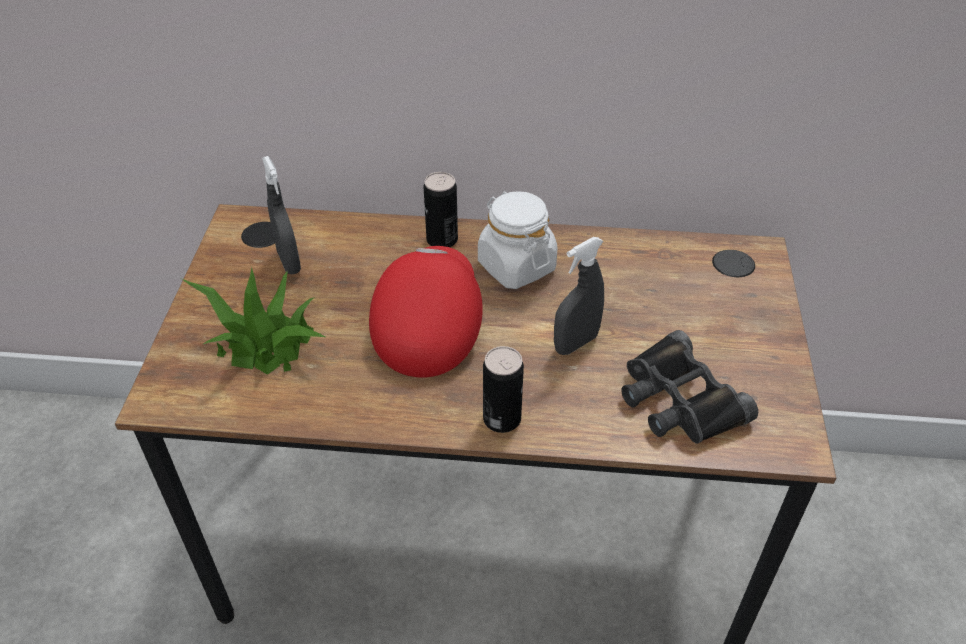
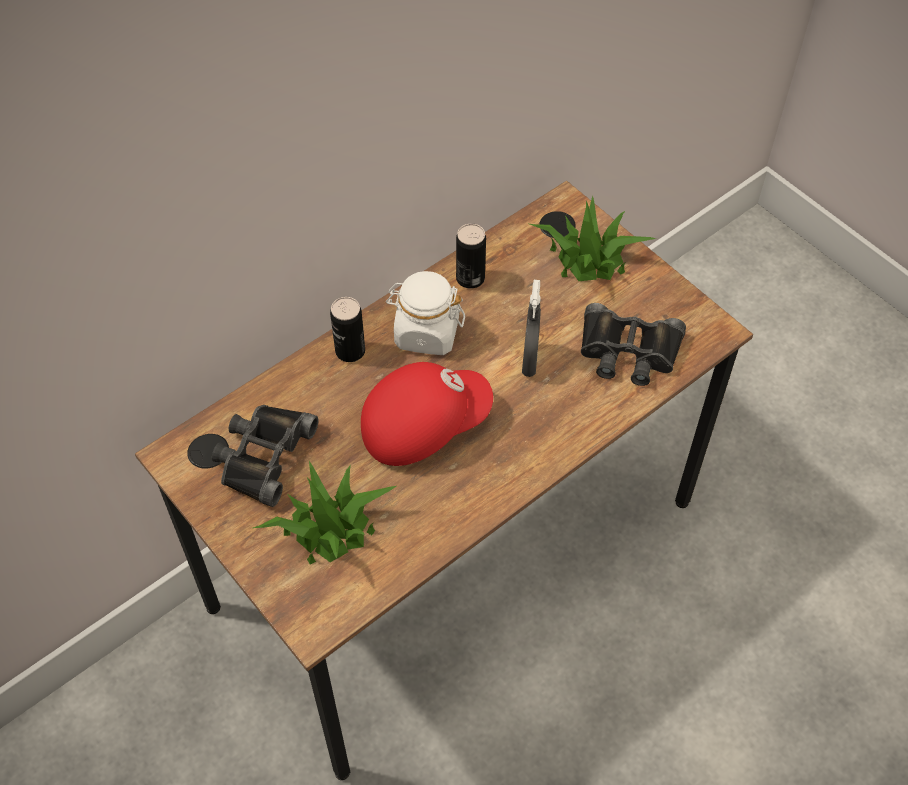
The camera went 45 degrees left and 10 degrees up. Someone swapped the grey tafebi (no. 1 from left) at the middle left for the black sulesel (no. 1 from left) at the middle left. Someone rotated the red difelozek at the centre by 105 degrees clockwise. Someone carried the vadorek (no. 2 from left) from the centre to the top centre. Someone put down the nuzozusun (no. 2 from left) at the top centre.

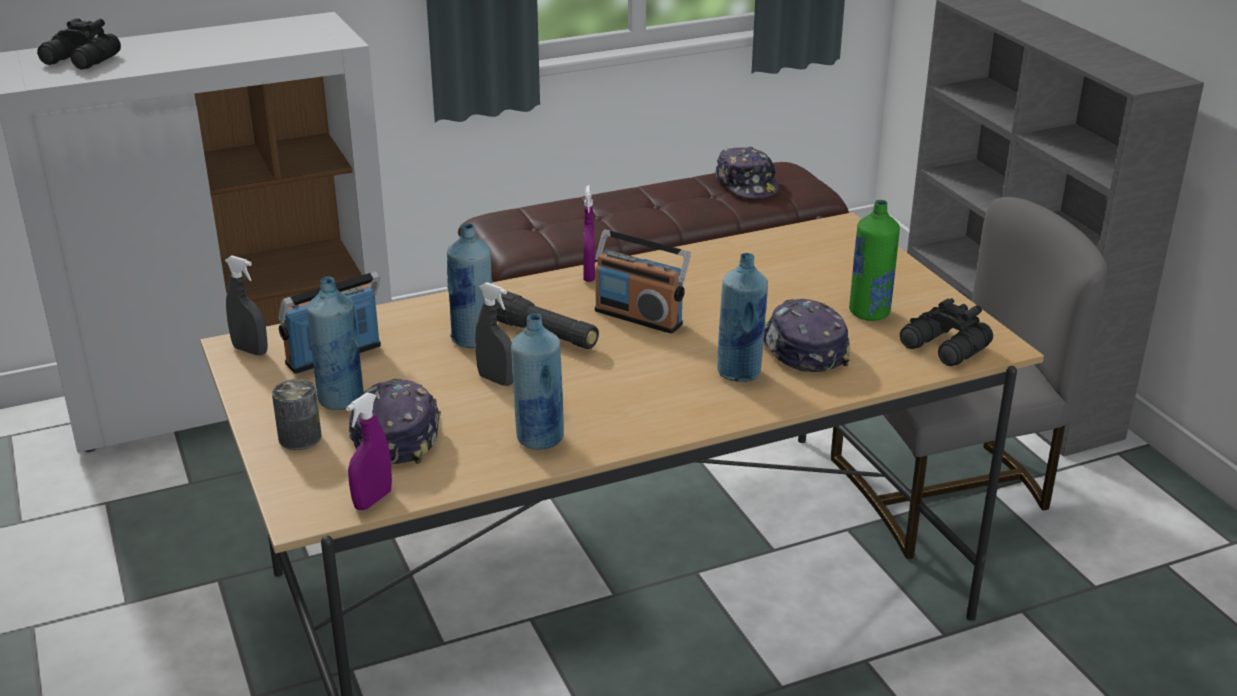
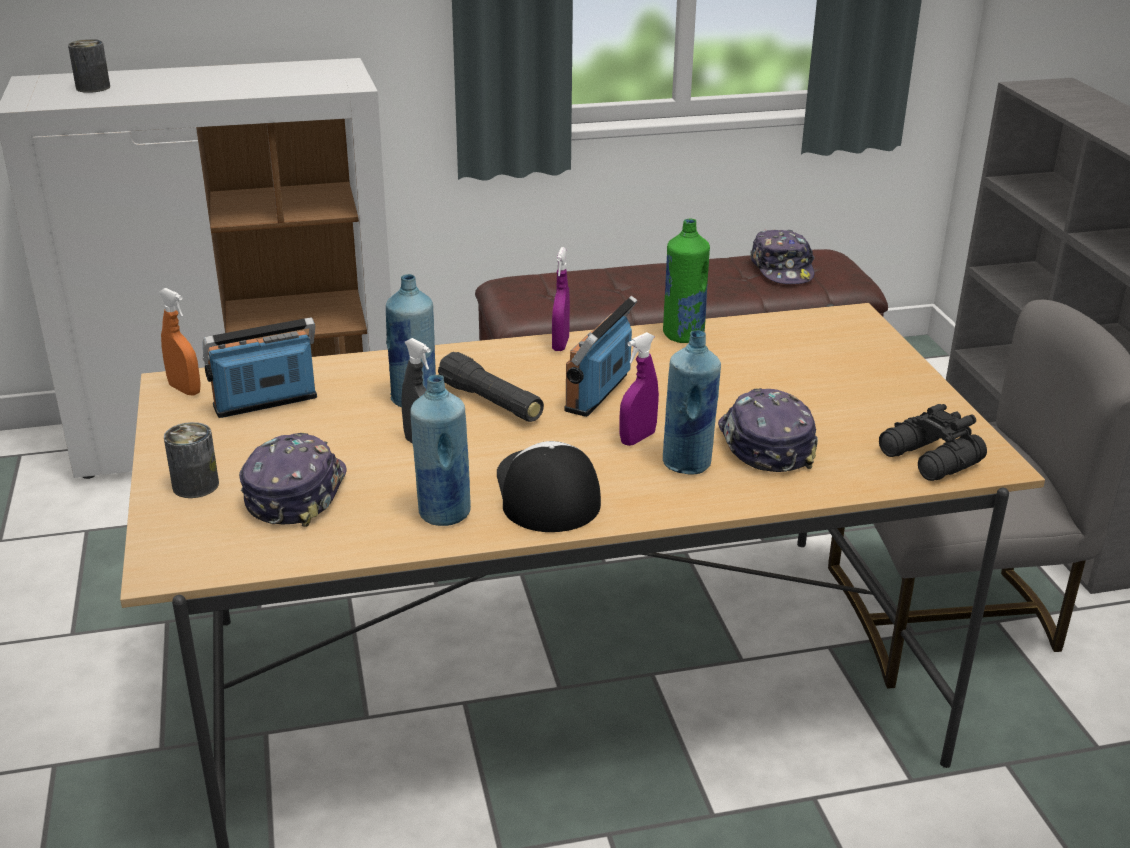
The camera went 10 degrees right and 0 degrees up. Someone swapped the black sulesel (no. 1 from left) at the top left for the vadorek (no. 1 from left) at the top left. Someone carried the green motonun from the middle right to the top centre. Someone rotated the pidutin (no. 2 from left) at the centre by 75 degrees clockwise. Someone repainted the grey tafebi (no. 1 from left) at the middle left, which became the orange tafebi at the middle left. Someone took away the blue motonun (no. 1 from left) at the middle left. Someone carried the purple tafebi (no. 1 from left in the first image) from the middle left to the centre. Someone put down the difelozek (no. 2 from left) at the centre.

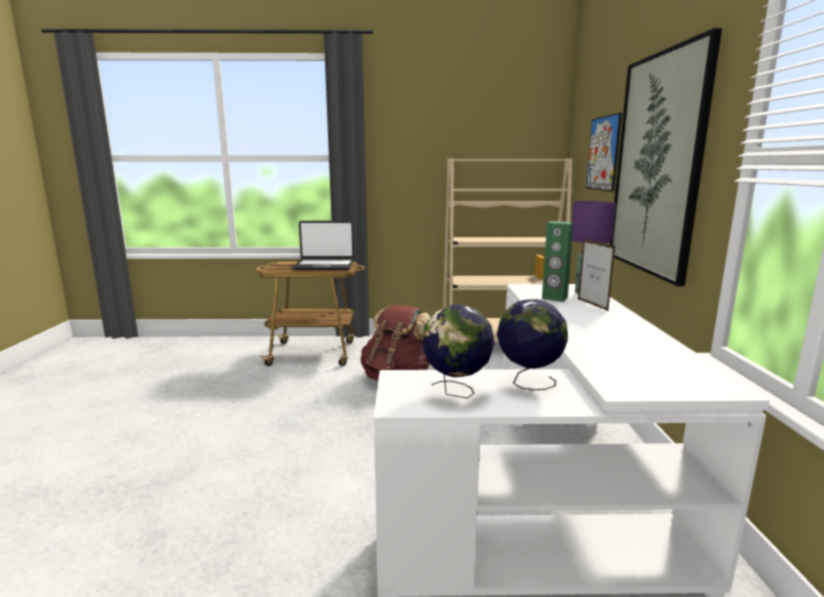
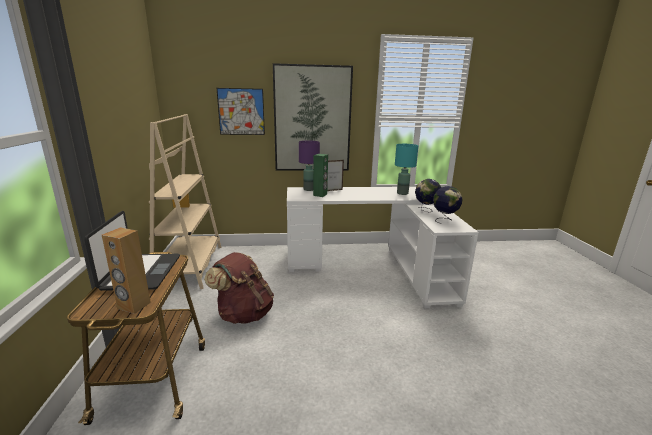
The camera went 95 degrees left and 5 degrees up. Someone put down the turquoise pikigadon at the centre. Someone put down the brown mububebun at the middle left.

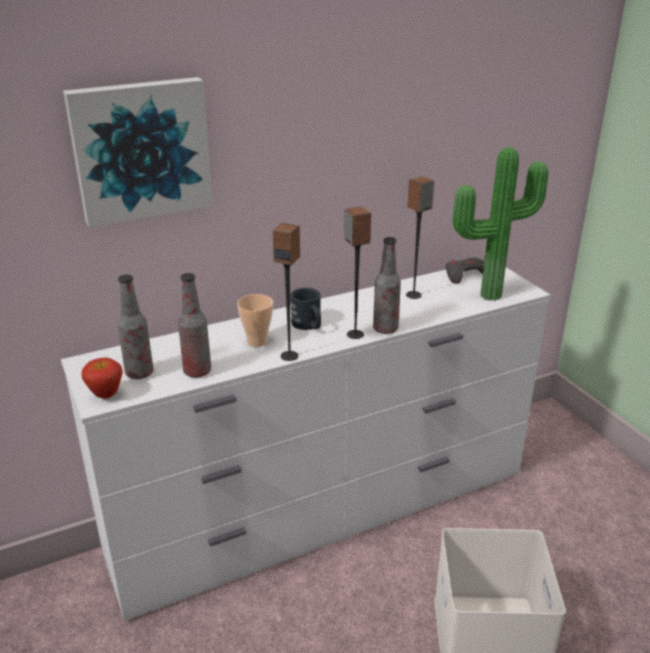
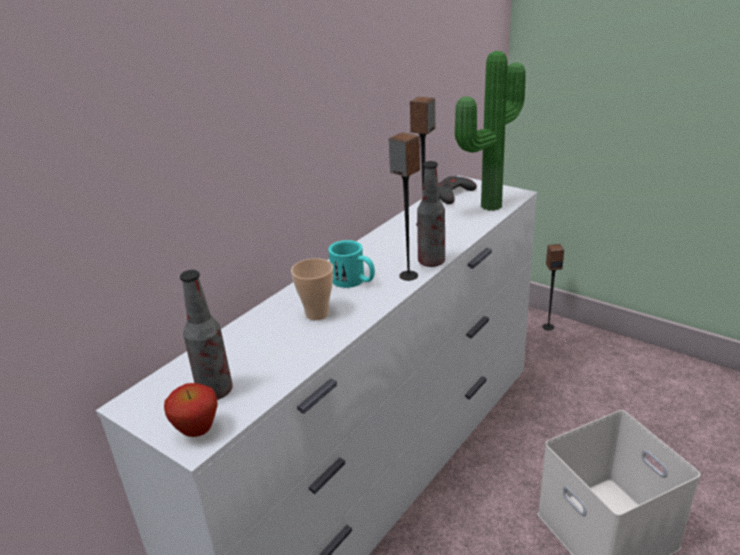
The camera went 25 degrees left and 0 degrees up. Someone took away the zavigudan at the top left. Someone carried the mububebun (no. 1 from left in the first image) from the centre to the middle right. Someone took away the motonun (no. 2 from left) at the middle left. Someone repainted the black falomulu at the centre, which became the turquoise falomulu at the centre.

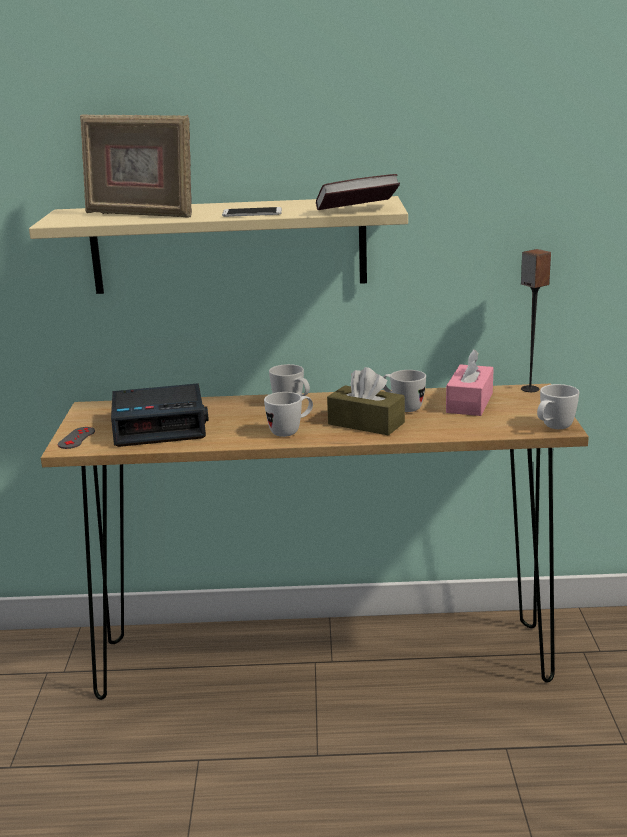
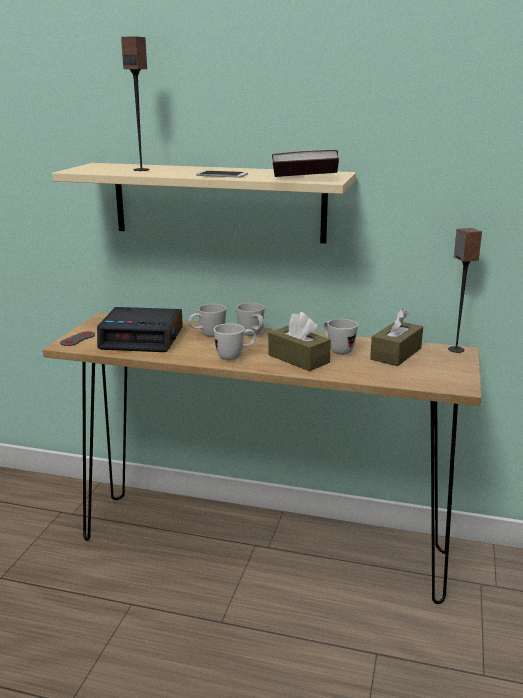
The camera went 15 degrees right and 0 degrees up. Someone swapped the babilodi at the top left for the mububebun (no. 1 from left) at the top left. Someone repainted the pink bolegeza at the middle right, which became the brown bolegeza (no. 2 from left) at the middle right. Someone carried the white falomulu (no. 4 from left in the first image) from the middle right to the centre.

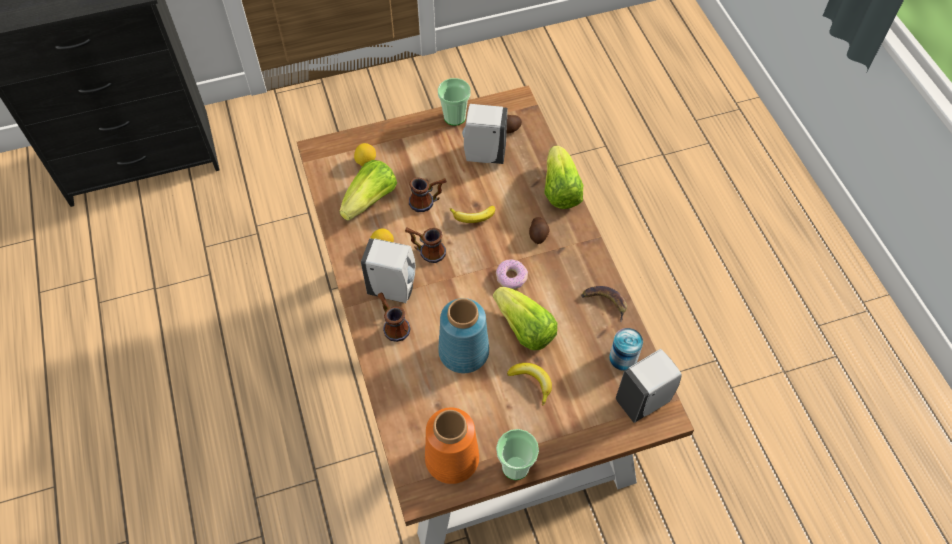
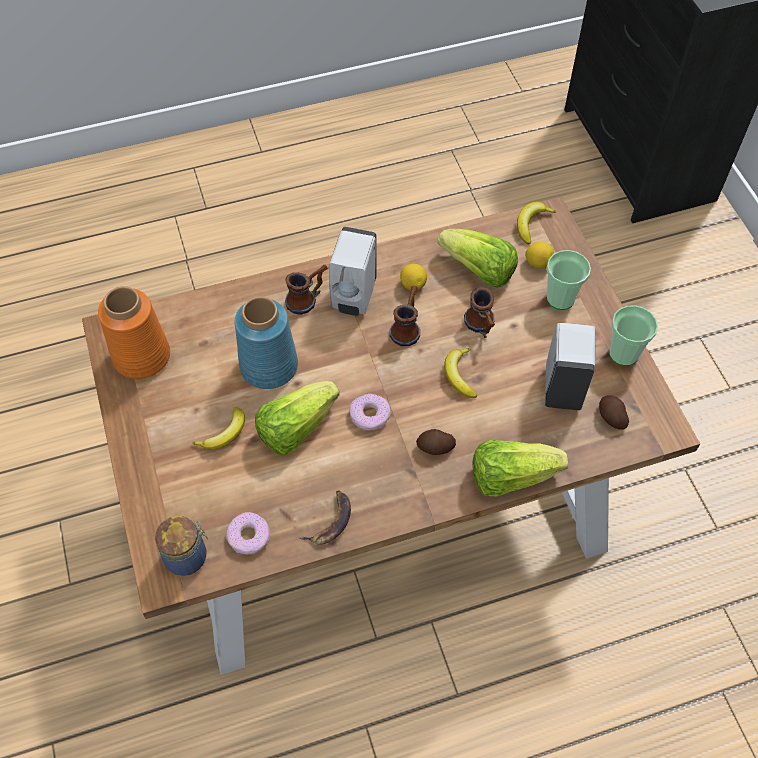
The camera went 90 degrees right and 0 degrees up. Someone swapped the vadorek at the centre for the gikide (no. 1 from left) at the bottom left. Someone swapped the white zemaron (no. 3 from left) at the bottom right for the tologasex at the bottom left. Someone carried the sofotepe (no. 2 from left in the first image) from the bottom centre to the middle right. Someone put down the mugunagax (no. 4 from left) at the top right.

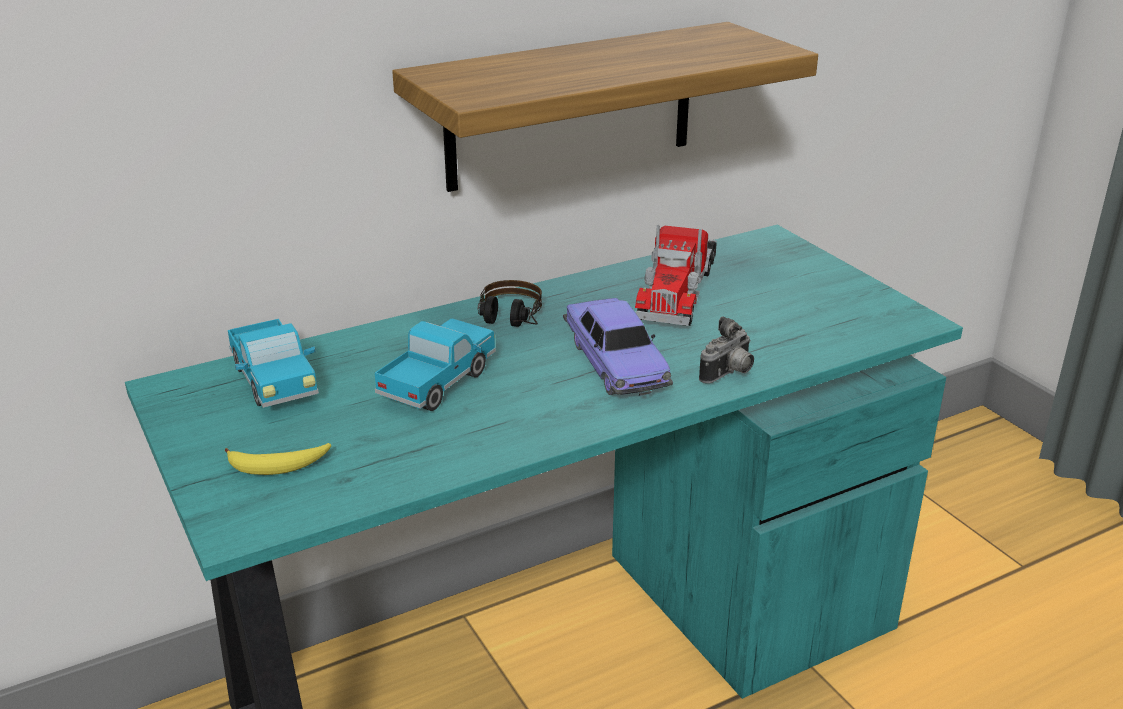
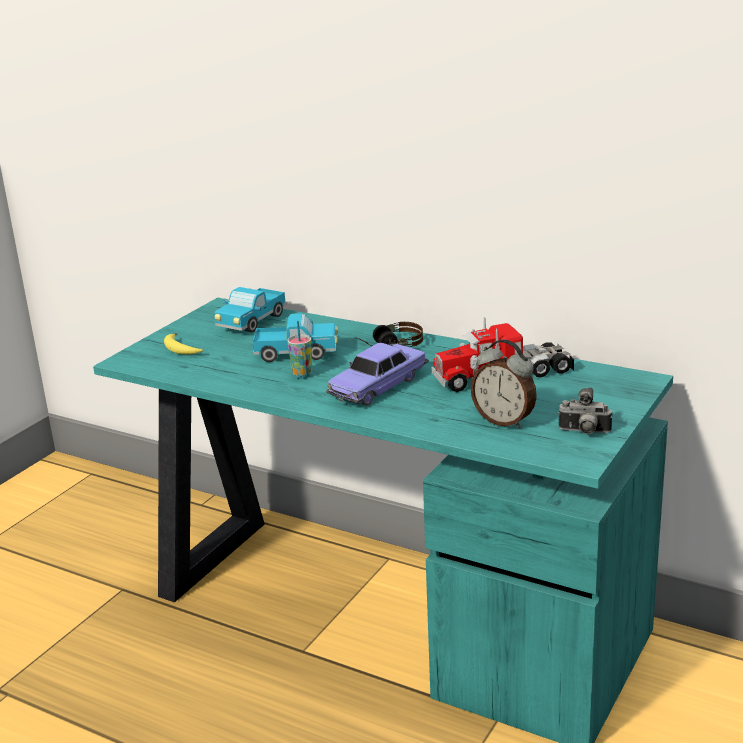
The camera went 60 degrees right and 5 degrees down. Someone took away the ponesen at the top centre. Someone carried the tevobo from the centre to the middle right. Someone put down the sofotepe at the centre. Someone put down the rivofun at the middle right.

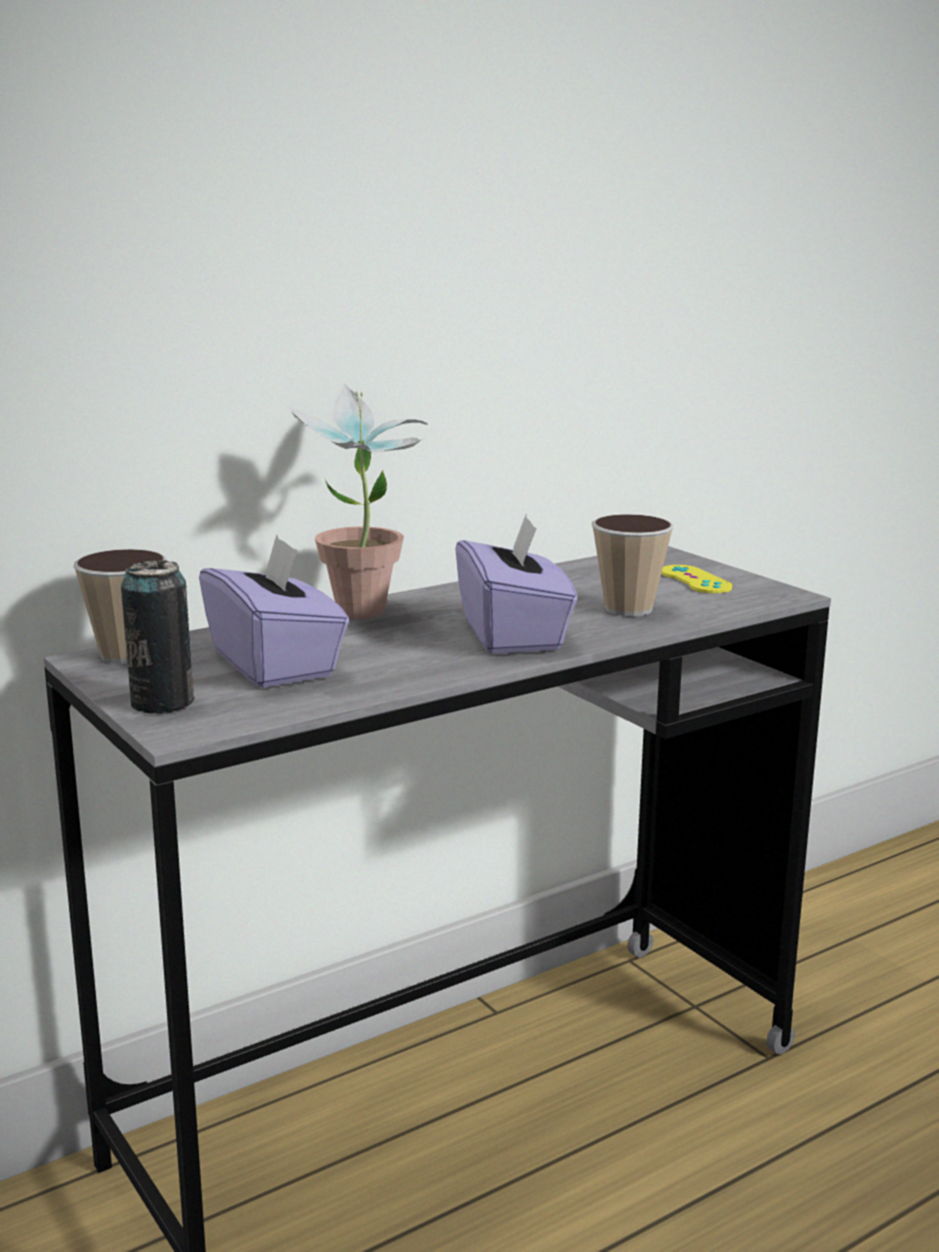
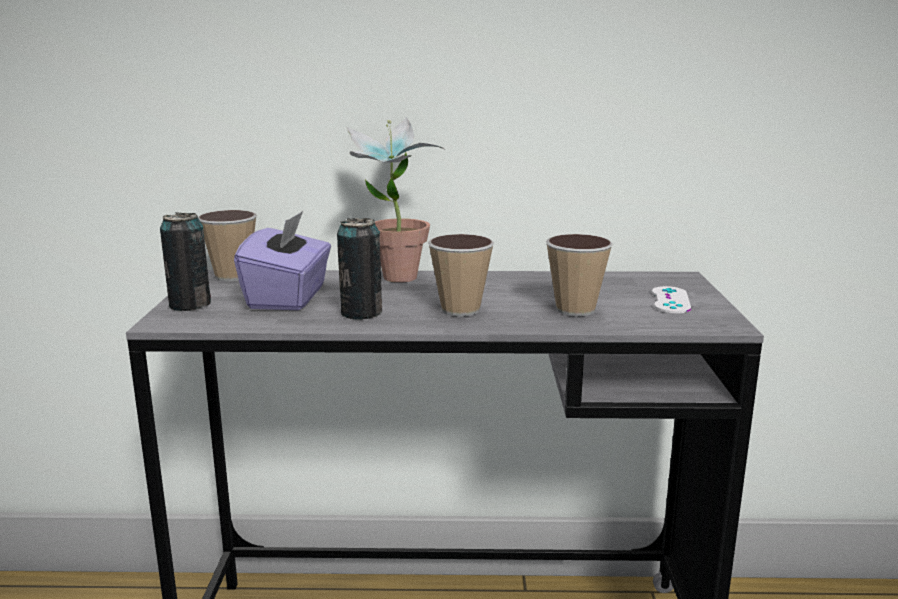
The camera went 35 degrees right and 0 degrees up. Someone swapped the purple bolegeza (no. 2 from left) at the centre for the sofotepe (no. 2 from left) at the centre. Someone repainted the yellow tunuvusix at the middle right, which became the white tunuvusix at the middle right. Someone put down the vadorek (no. 2 from left) at the centre.

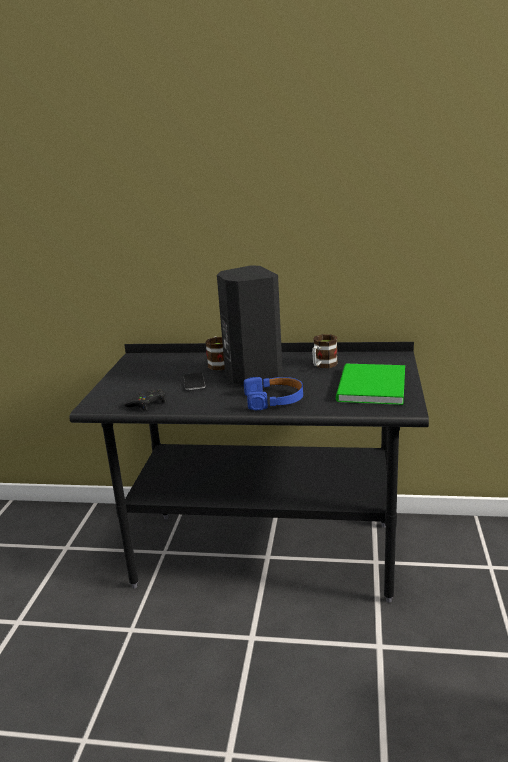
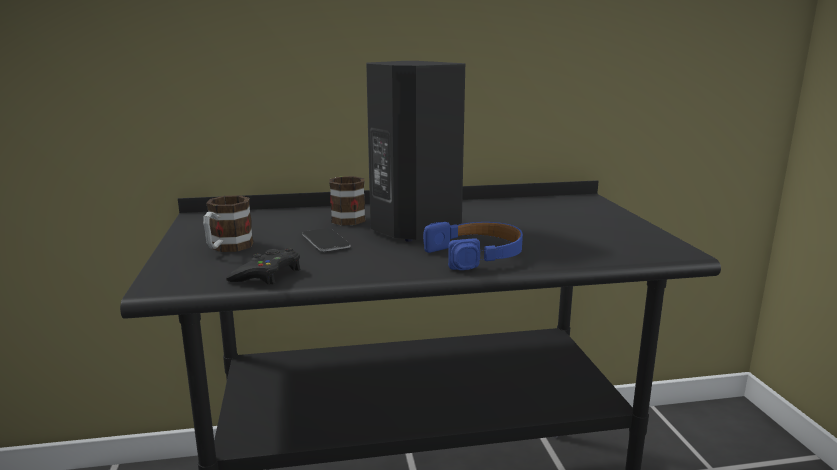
The camera went 20 degrees left and 5 degrees down. Someone carried the falomulu (no. 2 from left in the first image) from the centre to the middle left. Someone took away the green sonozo at the middle right.

